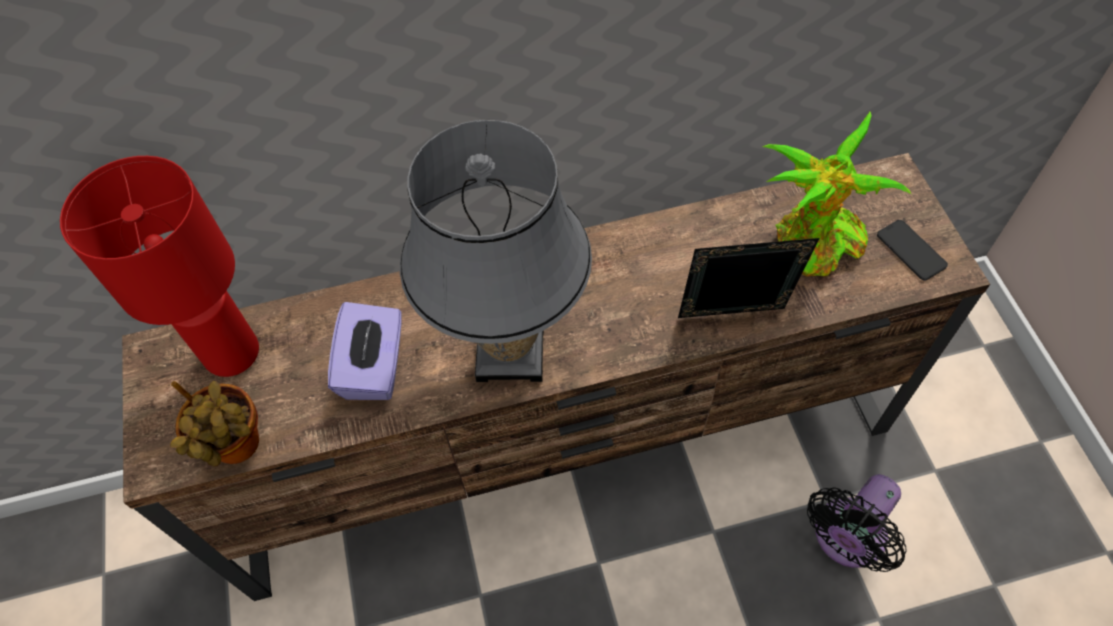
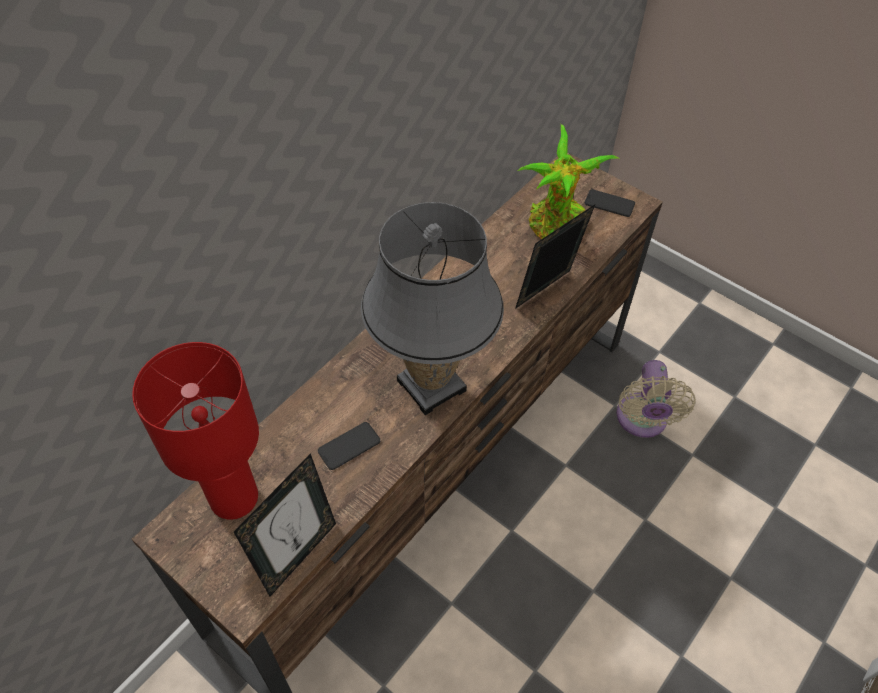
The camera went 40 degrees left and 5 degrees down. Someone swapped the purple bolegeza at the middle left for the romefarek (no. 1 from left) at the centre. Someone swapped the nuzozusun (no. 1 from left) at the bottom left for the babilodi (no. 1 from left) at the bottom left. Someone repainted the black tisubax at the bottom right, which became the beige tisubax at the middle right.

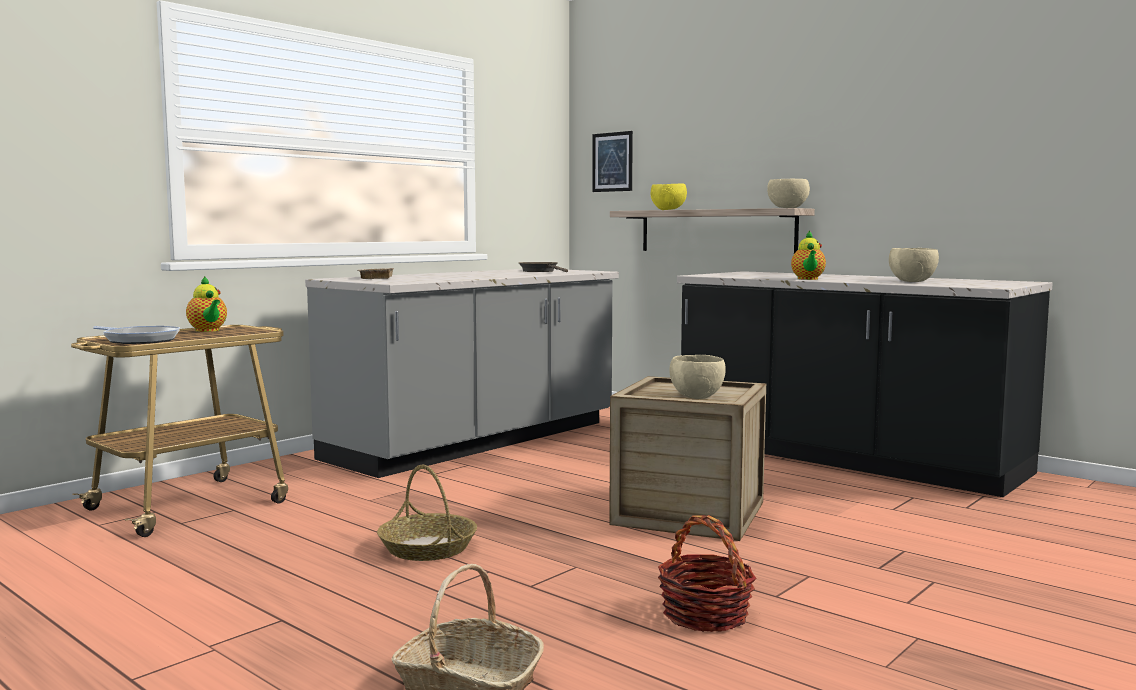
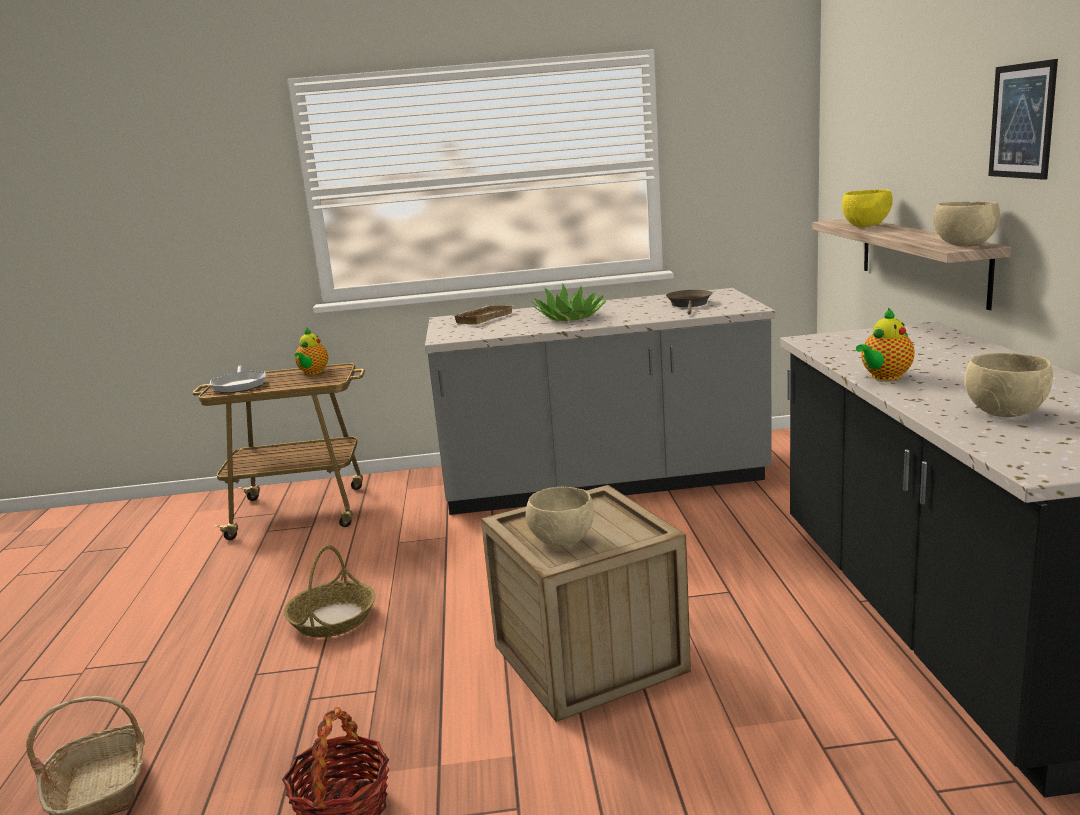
The camera went 45 degrees right and 10 degrees up. Someone carried the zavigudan from the top centre to the top right. Someone put down the nuzozusun at the centre.

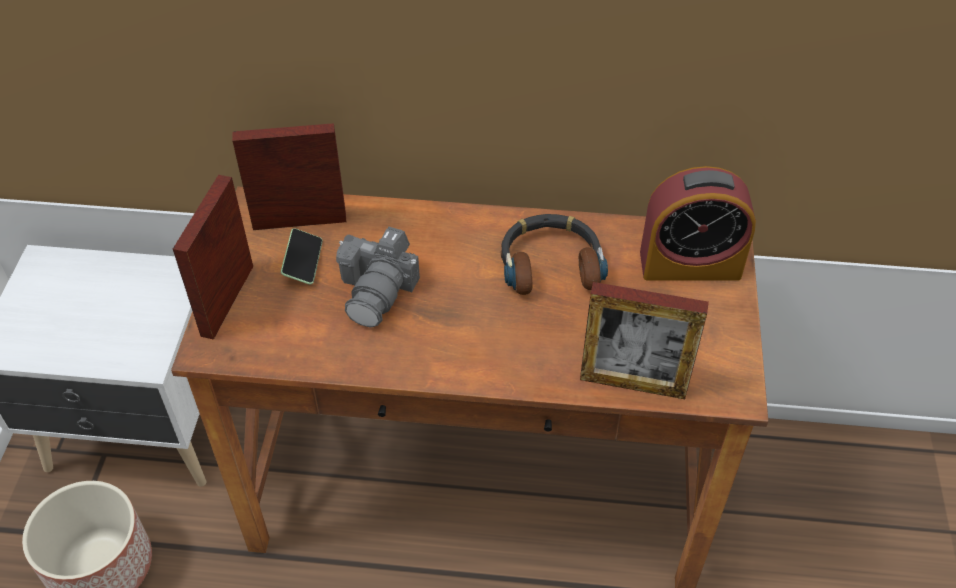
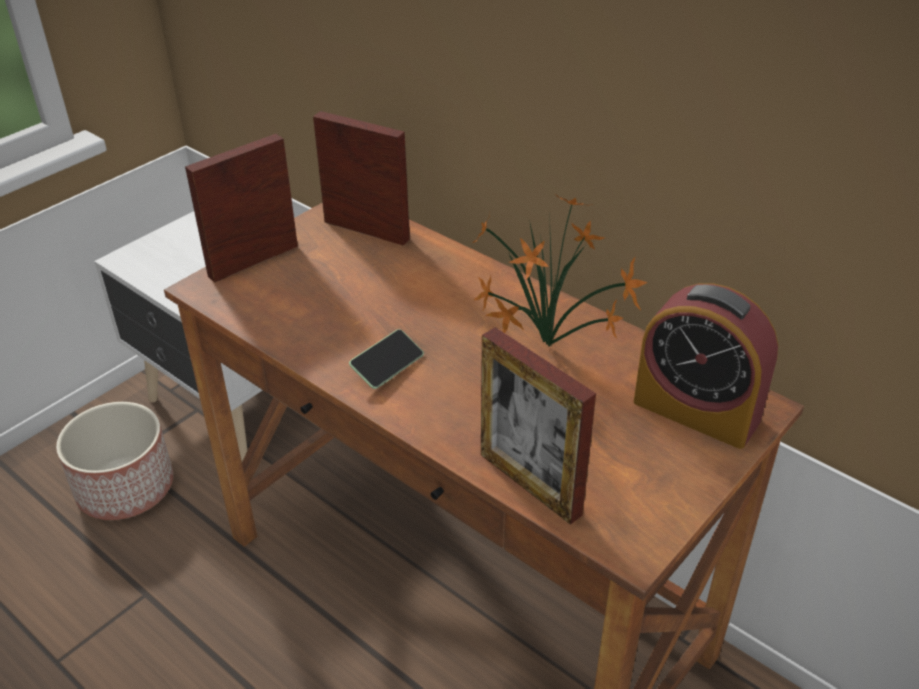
The camera went 35 degrees right and 10 degrees down. Someone swapped the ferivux at the centre for the nuzozusun at the centre. Someone took away the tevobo at the centre. Someone carried the romefarek from the middle left to the centre.

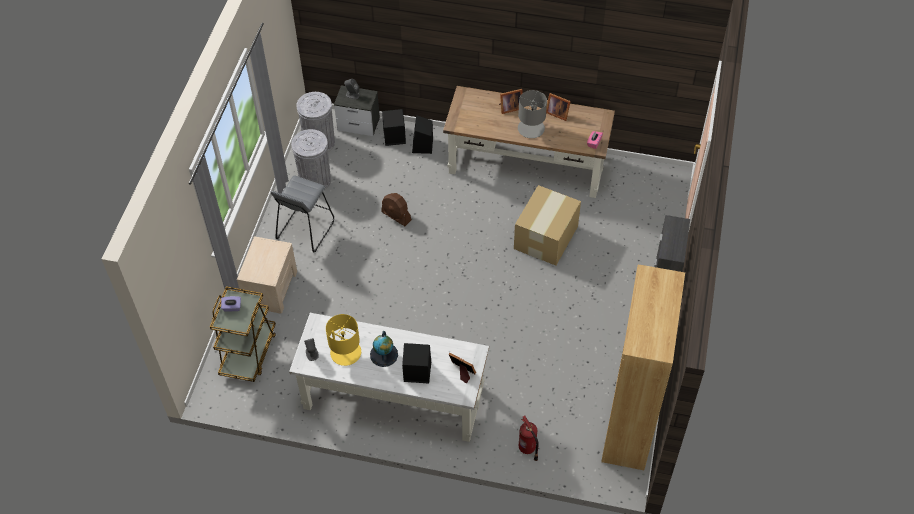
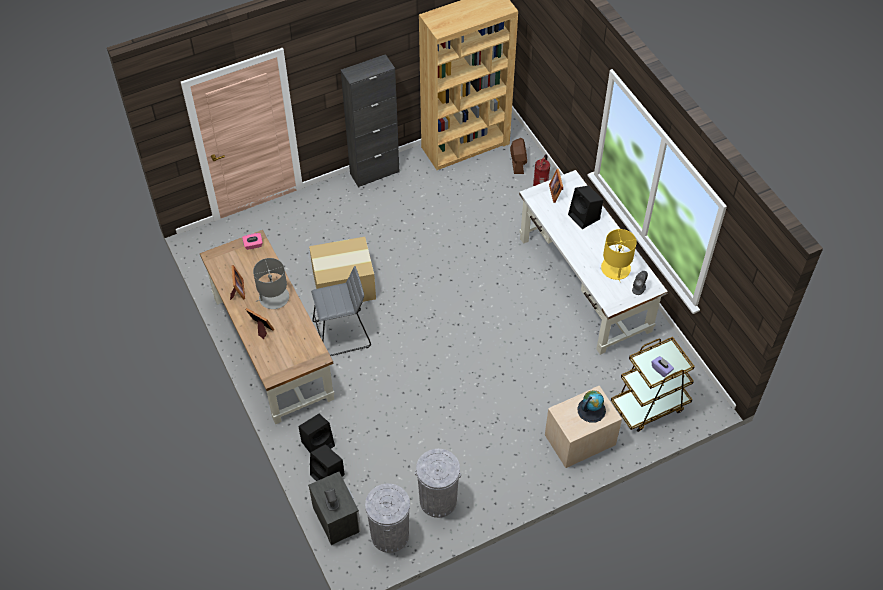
The camera went 130 degrees left and 0 degrees up. Someone carried the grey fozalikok from the middle left to the centre. Someone carried the brown tisubax from the centre to the top centre. Someone carried the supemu from the bottom centre to the bottom right.

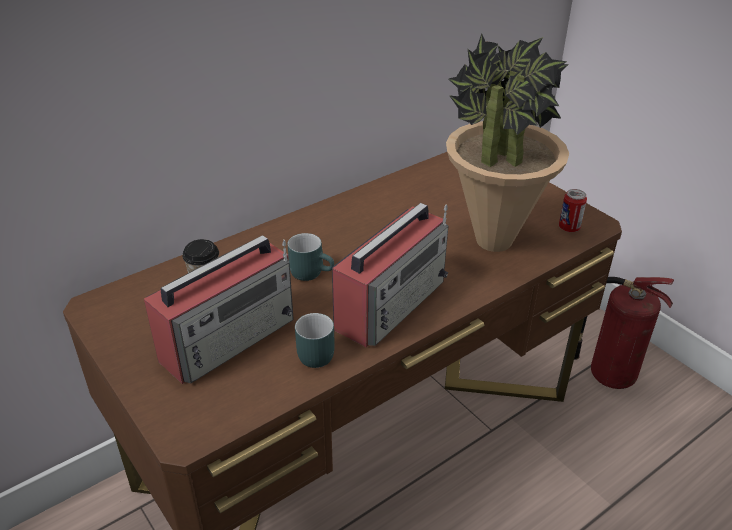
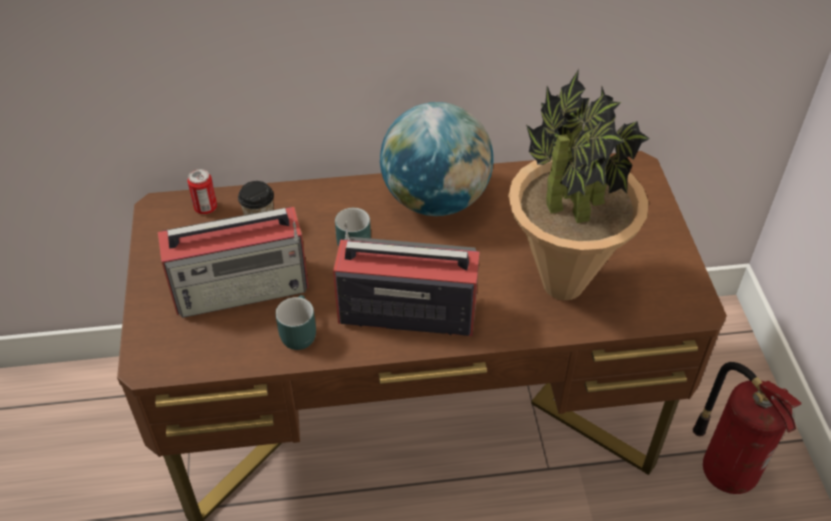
The camera went 30 degrees right and 10 degrees up. Someone carried the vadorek from the middle right to the middle left. Someone rotated the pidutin (no. 2 from left) at the centre by 150 degrees counterclockwise. Someone put down the supemu at the top centre.

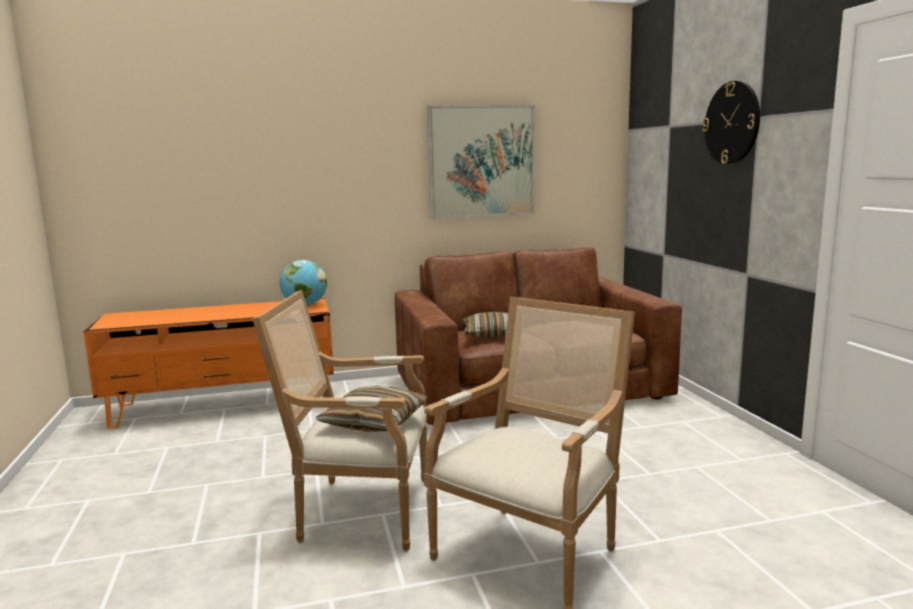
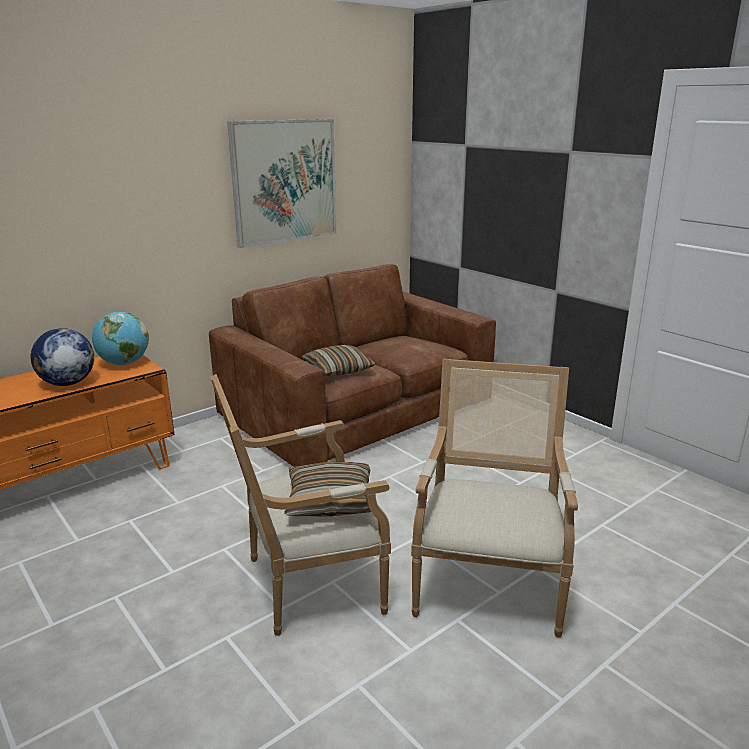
The camera went 25 degrees left and 10 degrees up. Someone took away the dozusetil at the top right. Someone put down the supemu (no. 1 from left) at the middle left.

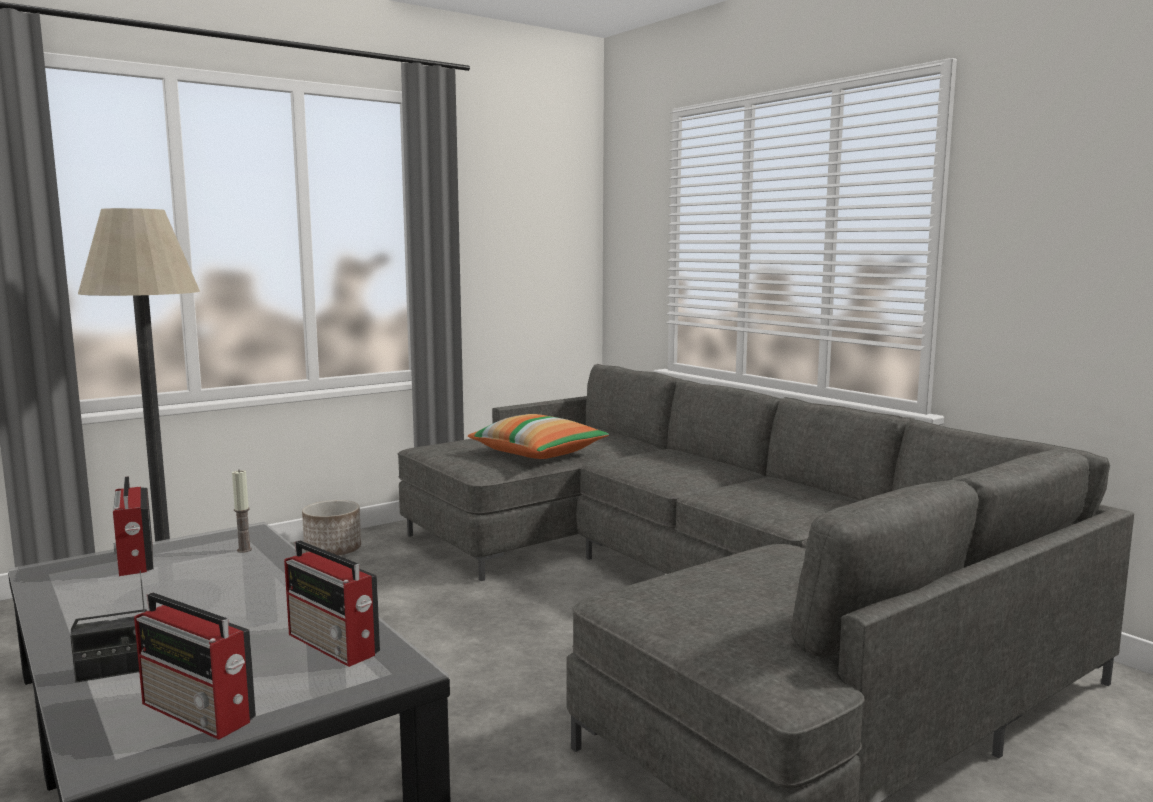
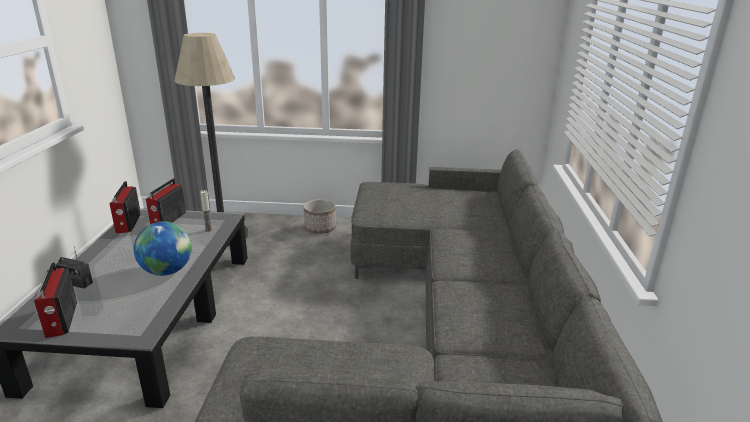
The camera went 40 degrees right and 15 degrees up. Someone took away the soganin at the centre. Someone carried the pidutin (no. 4 from left in the first image) from the bottom left to the middle left. Someone put down the supemu at the middle left.

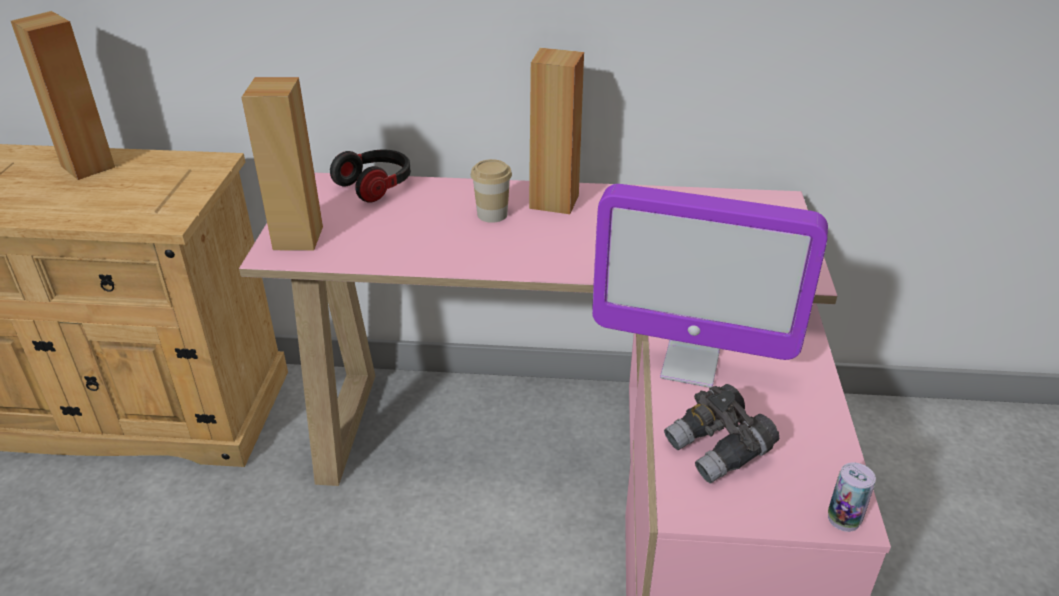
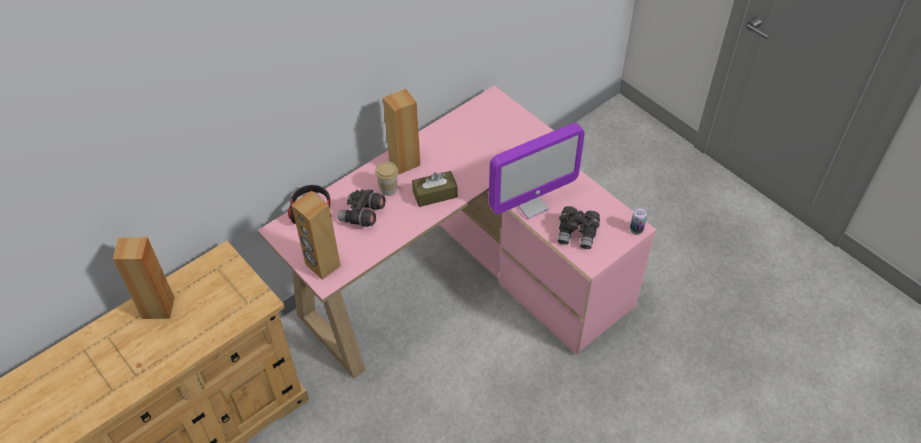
The camera went 45 degrees left and 15 degrees up. Someone put down the brown bolegeza at the centre. Someone put down the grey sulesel (no. 1 from left) at the centre.

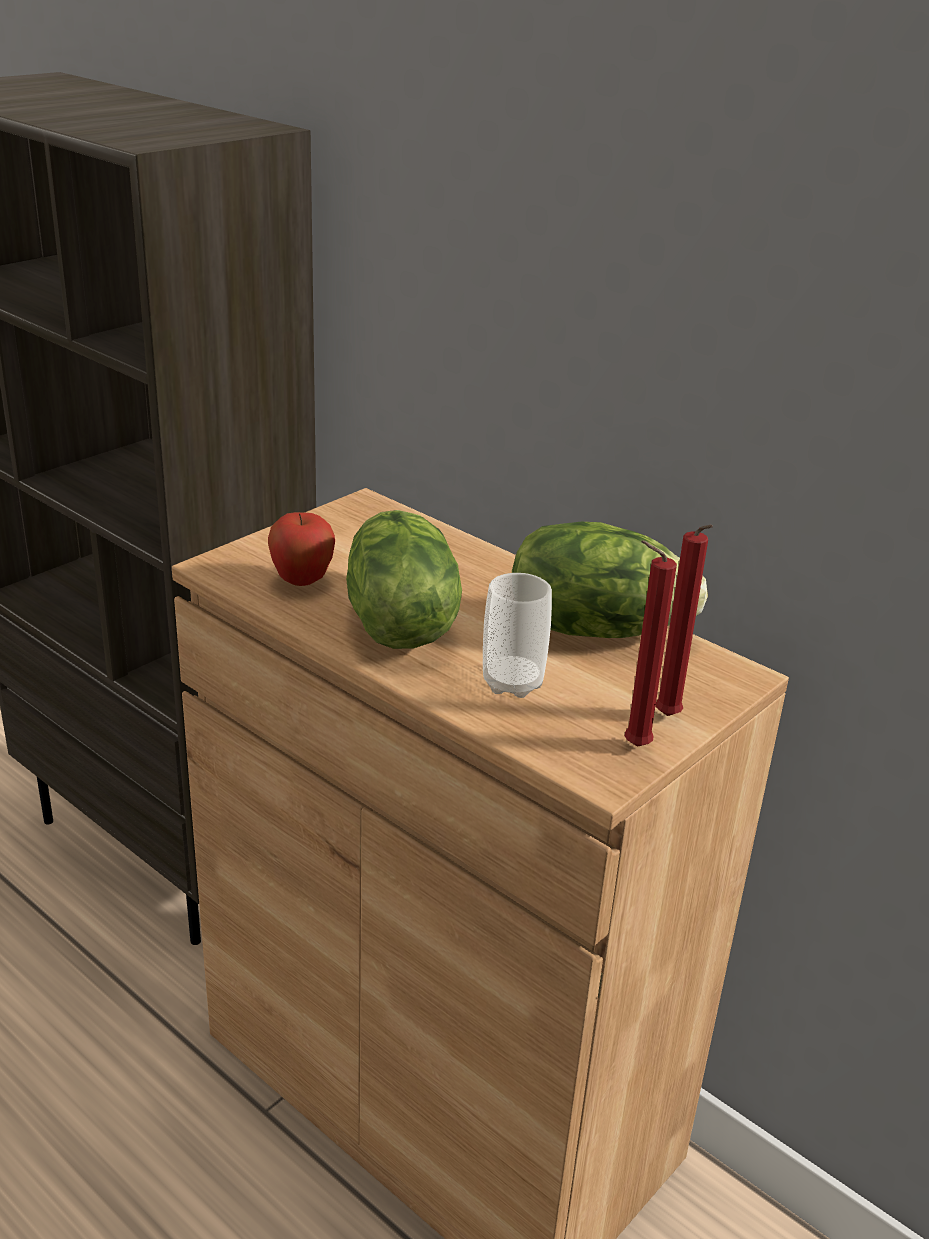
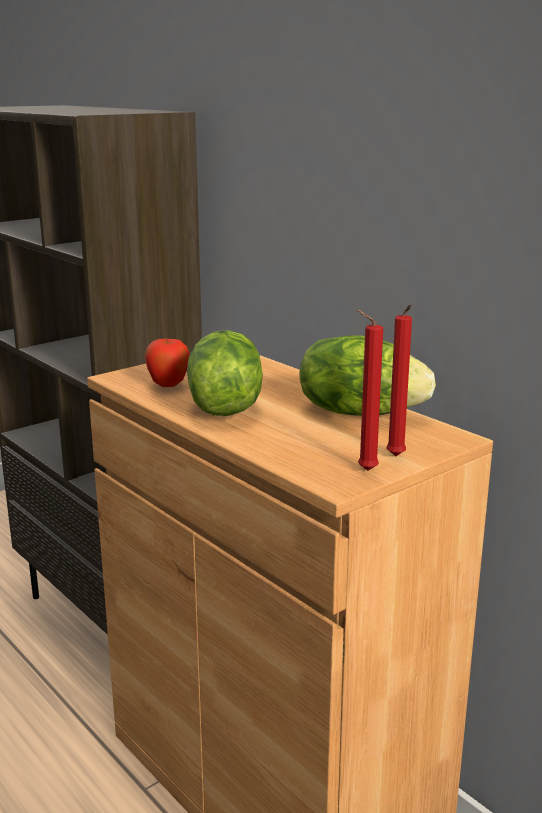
The camera went 10 degrees right and 10 degrees down. Someone took away the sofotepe at the centre.

